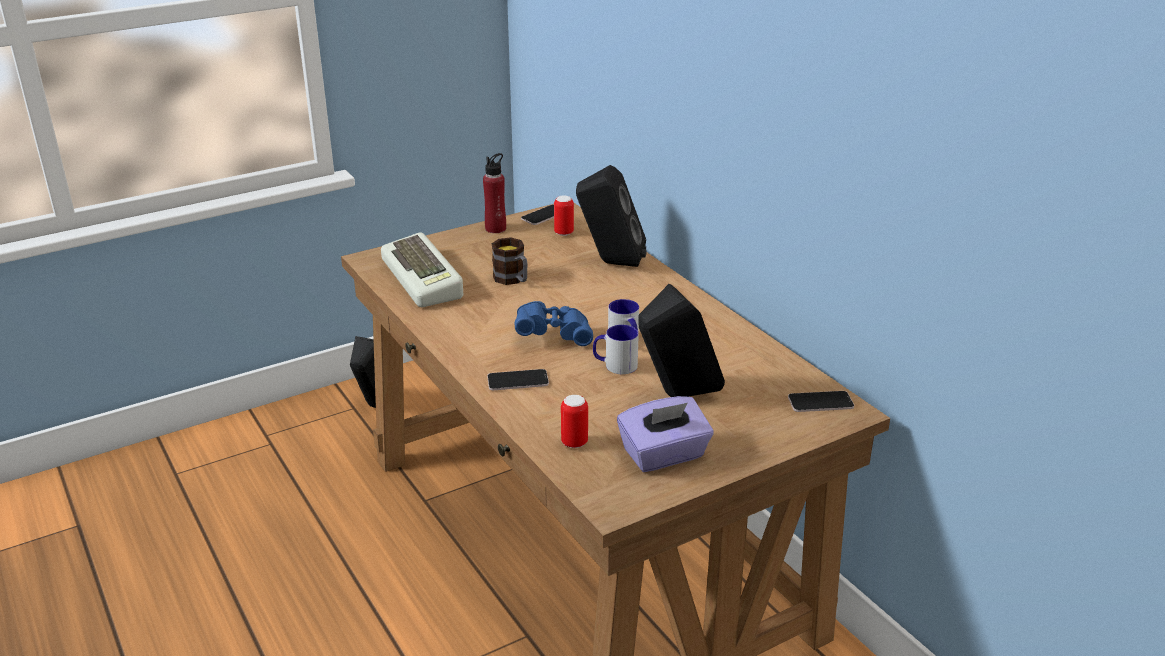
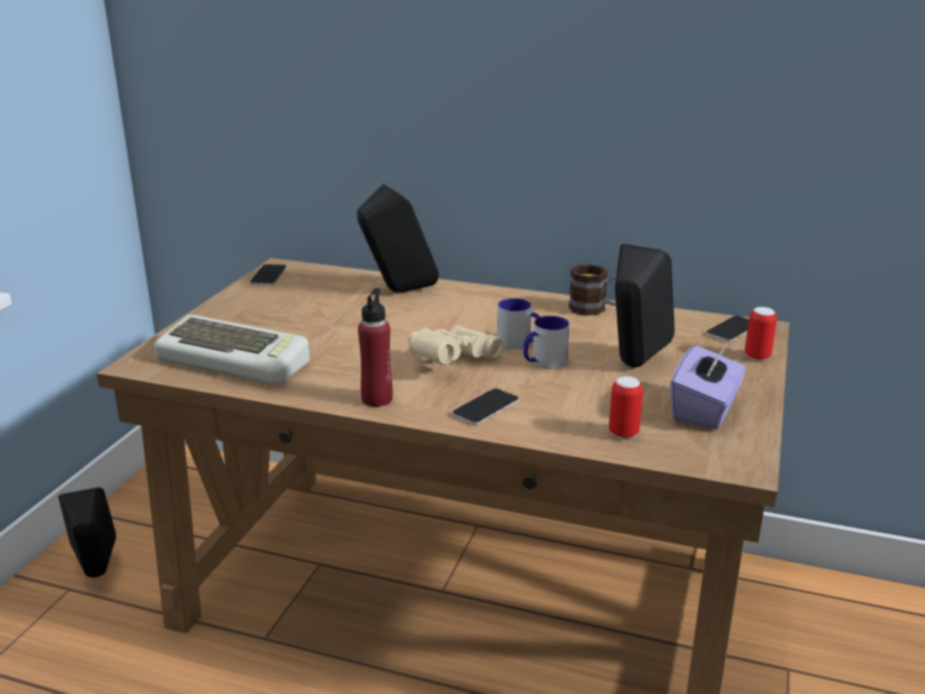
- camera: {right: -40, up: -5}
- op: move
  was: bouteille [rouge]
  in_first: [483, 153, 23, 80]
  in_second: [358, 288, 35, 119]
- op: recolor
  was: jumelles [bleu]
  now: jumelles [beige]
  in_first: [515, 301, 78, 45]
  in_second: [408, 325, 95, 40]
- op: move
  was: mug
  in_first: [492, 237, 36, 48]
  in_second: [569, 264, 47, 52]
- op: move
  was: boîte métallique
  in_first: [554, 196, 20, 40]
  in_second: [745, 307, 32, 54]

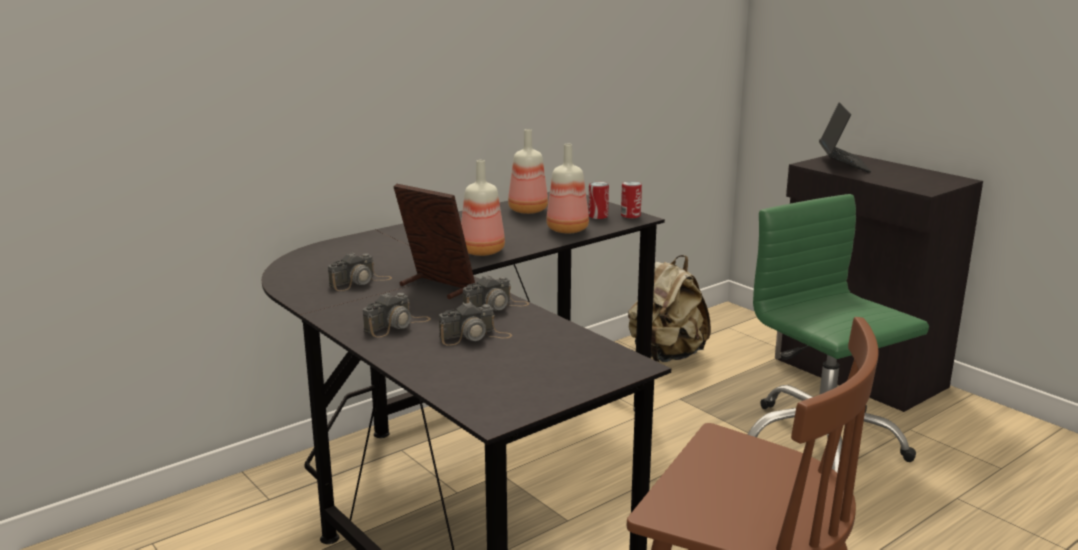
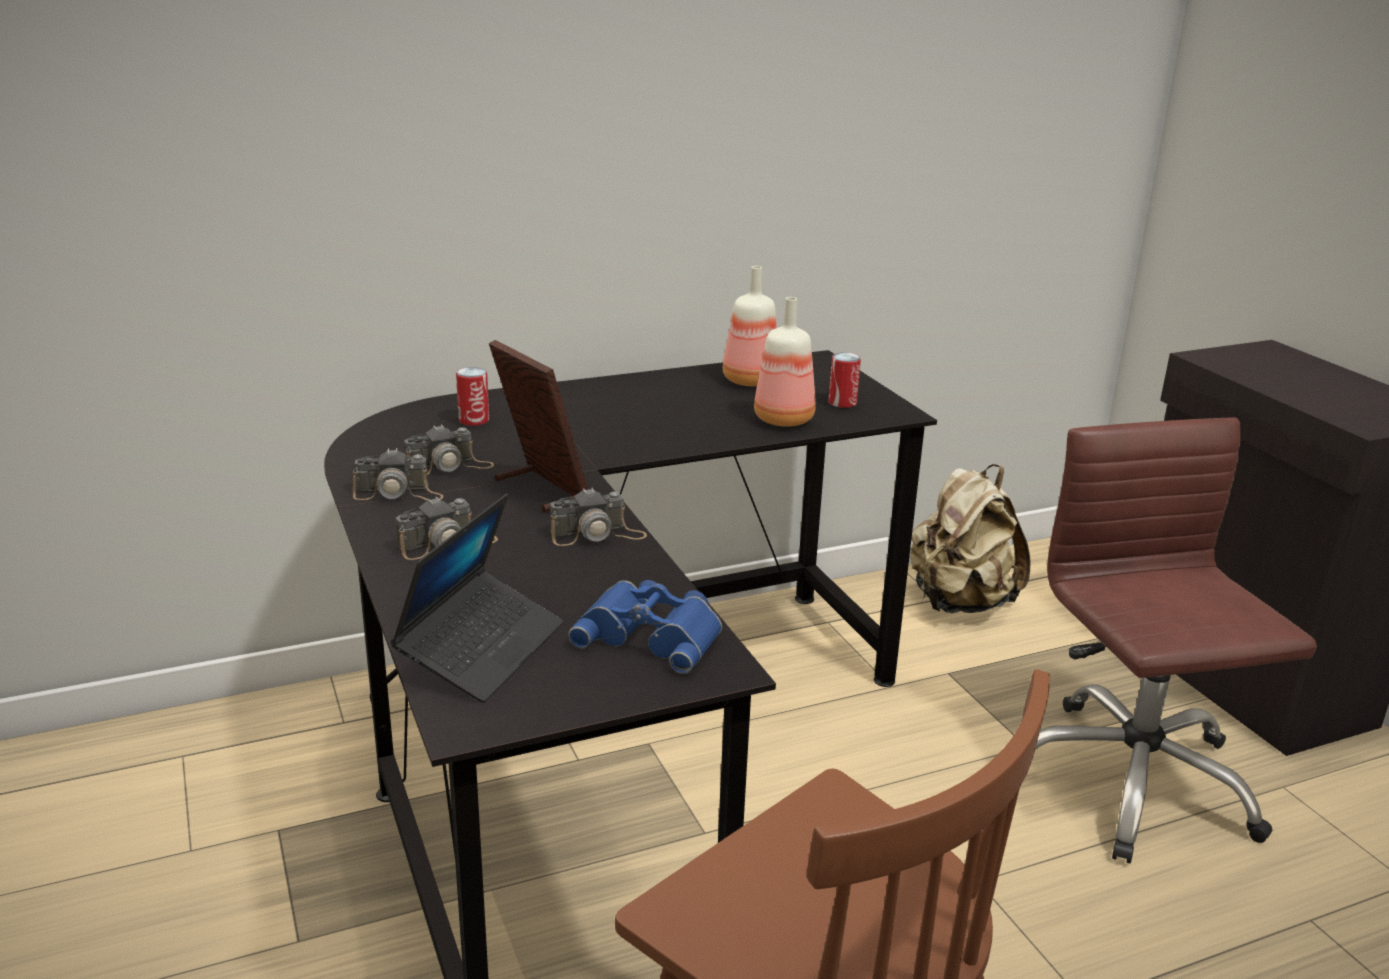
- camera: {right: 15, up: 5}
- op: move
  was: appareil photo
  in_first: [439, 302, 73, 43]
  in_second: [353, 448, 90, 52]
- op: move
  was: ordinateur portable
  in_first: [819, 102, 52, 71]
  in_second: [390, 494, 173, 209]
- op: move
  was: boîte métallique
  in_first: [621, 181, 21, 37]
  in_second: [456, 367, 33, 59]
- op: insert
  now: jumelles [bleu]
  in_second: [568, 580, 154, 94]
- op: recolor
  was: chaise de bureau [vert]
  now: chaise de bureau [marron]
  in_first: [748, 194, 181, 279]
  in_second: [1035, 418, 282, 446]
- op: delete
  was: bouteille
  in_first: [461, 160, 44, 96]

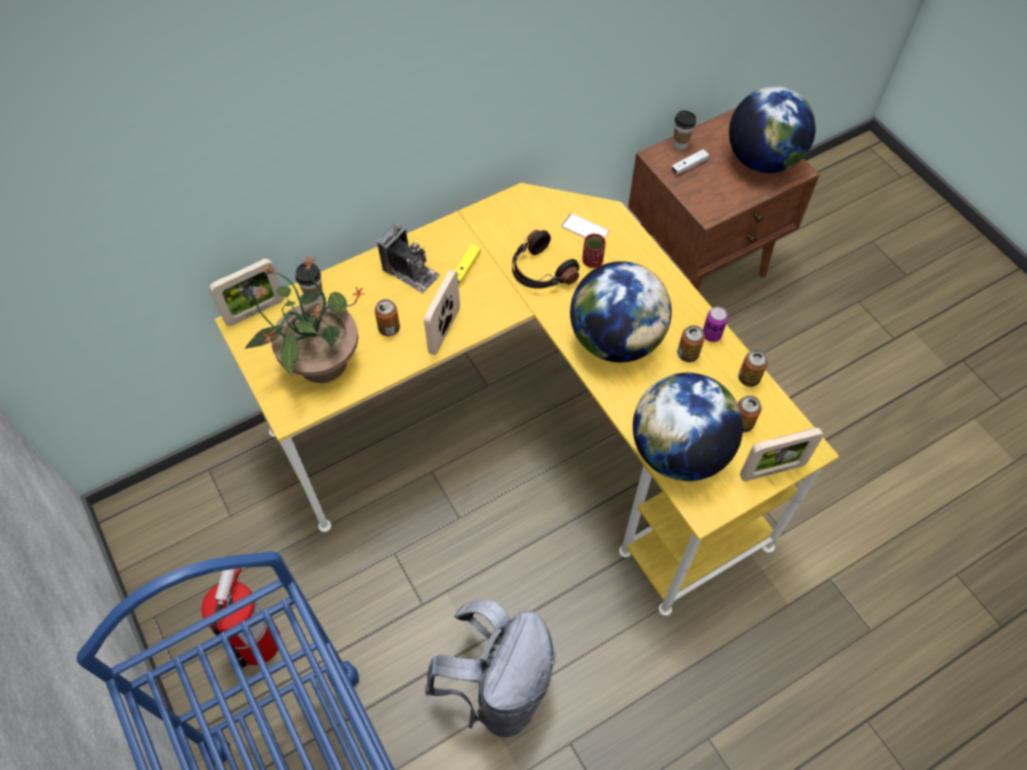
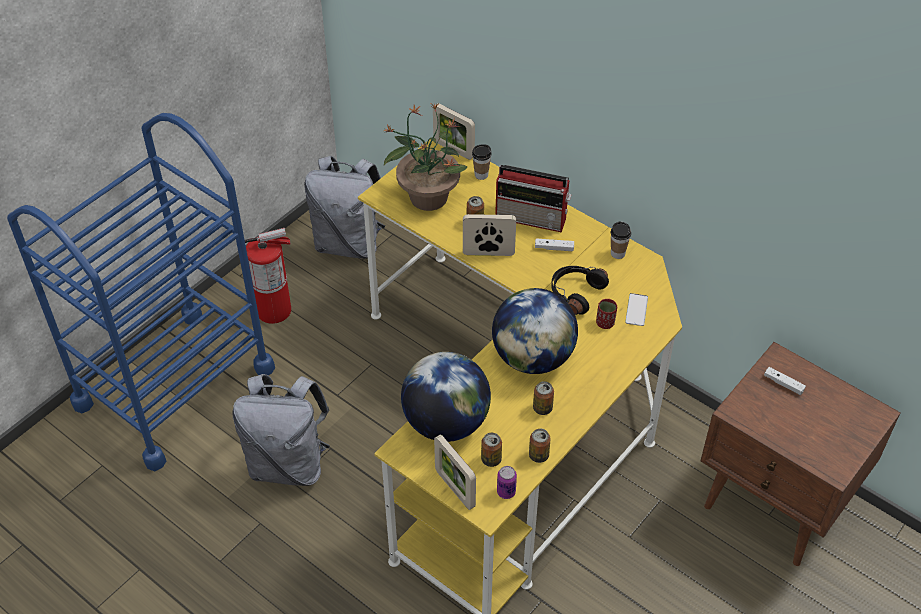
- camera: {right: 70, up: -10}
- op: insert
  now: sac à dos [gris]
  in_second: [304, 156, 81, 103]
- op: replace
  was: appareil photo
  now: radio
  in_first: [377, 224, 63, 70]
  in_second: [495, 165, 76, 68]
- op: move
  was: boîte métallique
  in_first: [703, 307, 25, 35]
  in_second: [497, 466, 20, 33]
- op: recolor
  was: manette [jaune]
  now: manette [blanc]
  in_first: [455, 245, 26, 39]
  in_second: [535, 238, 39, 13]
- op: move
  was: tasse
  in_first: [673, 110, 23, 40]
  in_second: [610, 222, 21, 37]
- op: delete
  was: globe
  in_first: [729, 86, 87, 87]

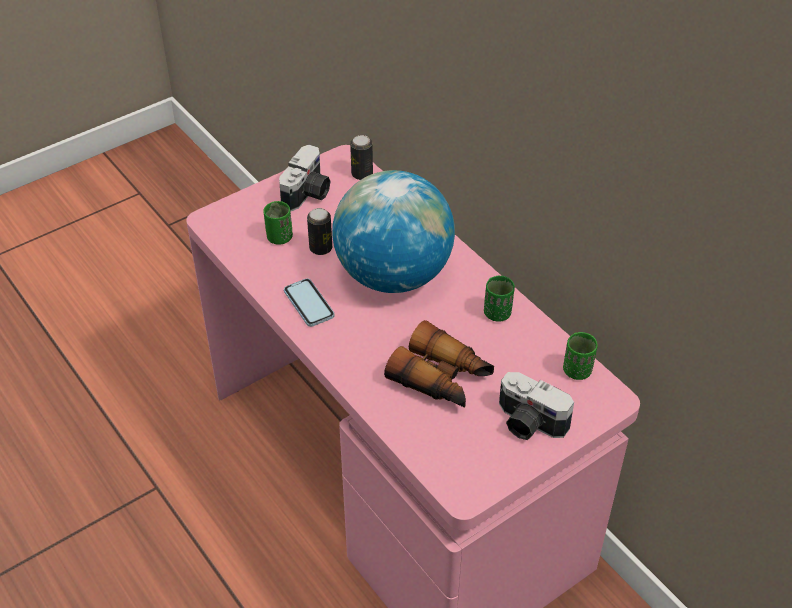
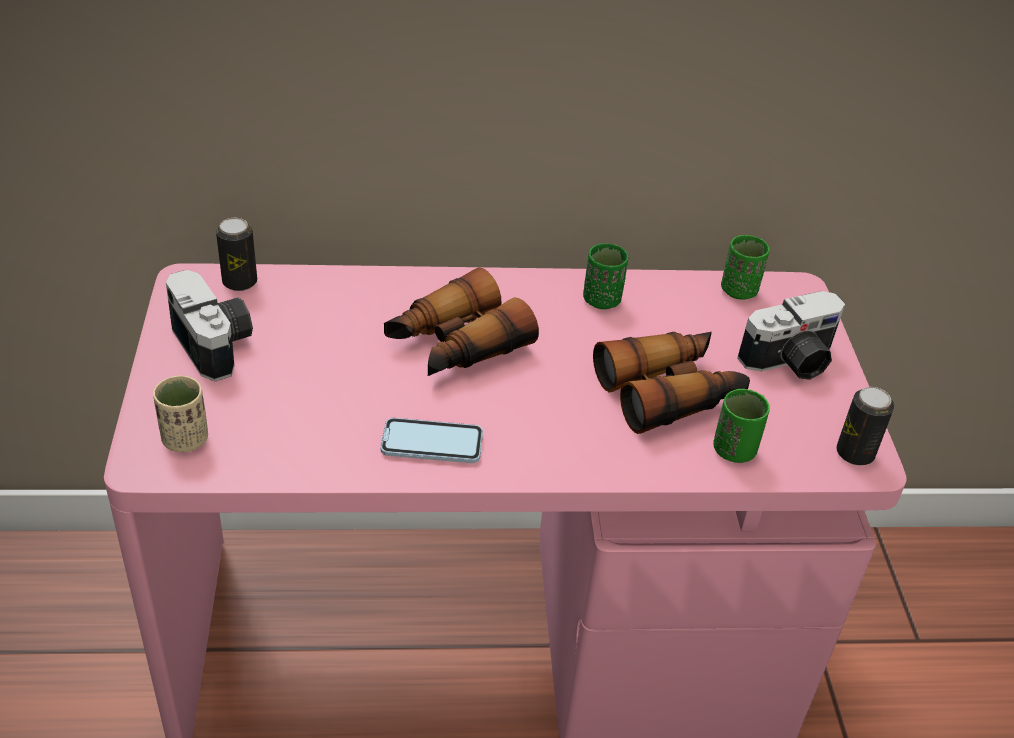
- camera: {right: -60, up: -5}
- op: insert
  now: tasse [beige]
  in_second: [153, 376, 55, 76]
- op: replace
  was: globe
  now: jumelles
  in_first: [332, 170, 123, 123]
  in_second: [384, 267, 155, 109]
- op: move
  was: tasse [vert]
  in_first: [263, 201, 30, 44]
  in_second: [713, 389, 57, 74]
- op: move
  was: boîte métallique
  in_first: [307, 208, 25, 47]
  in_second: [836, 387, 58, 78]

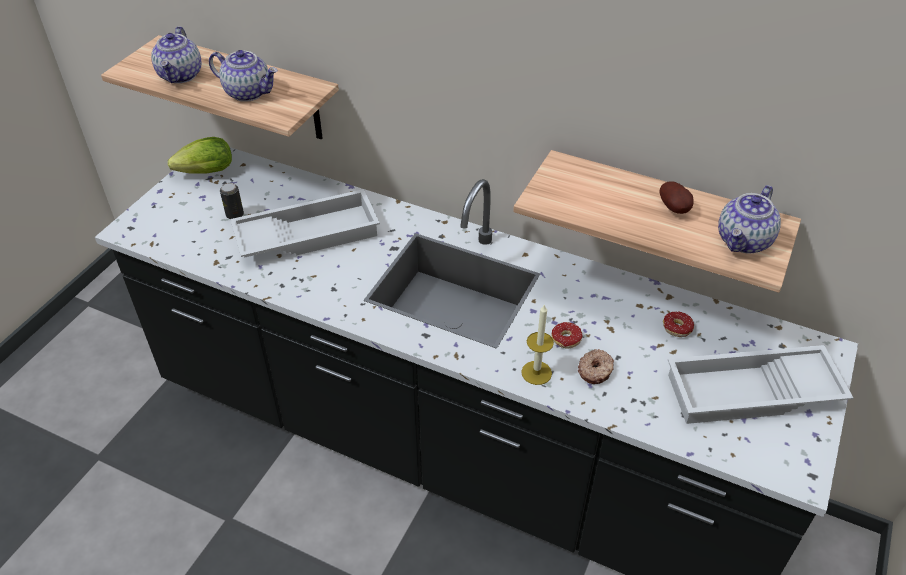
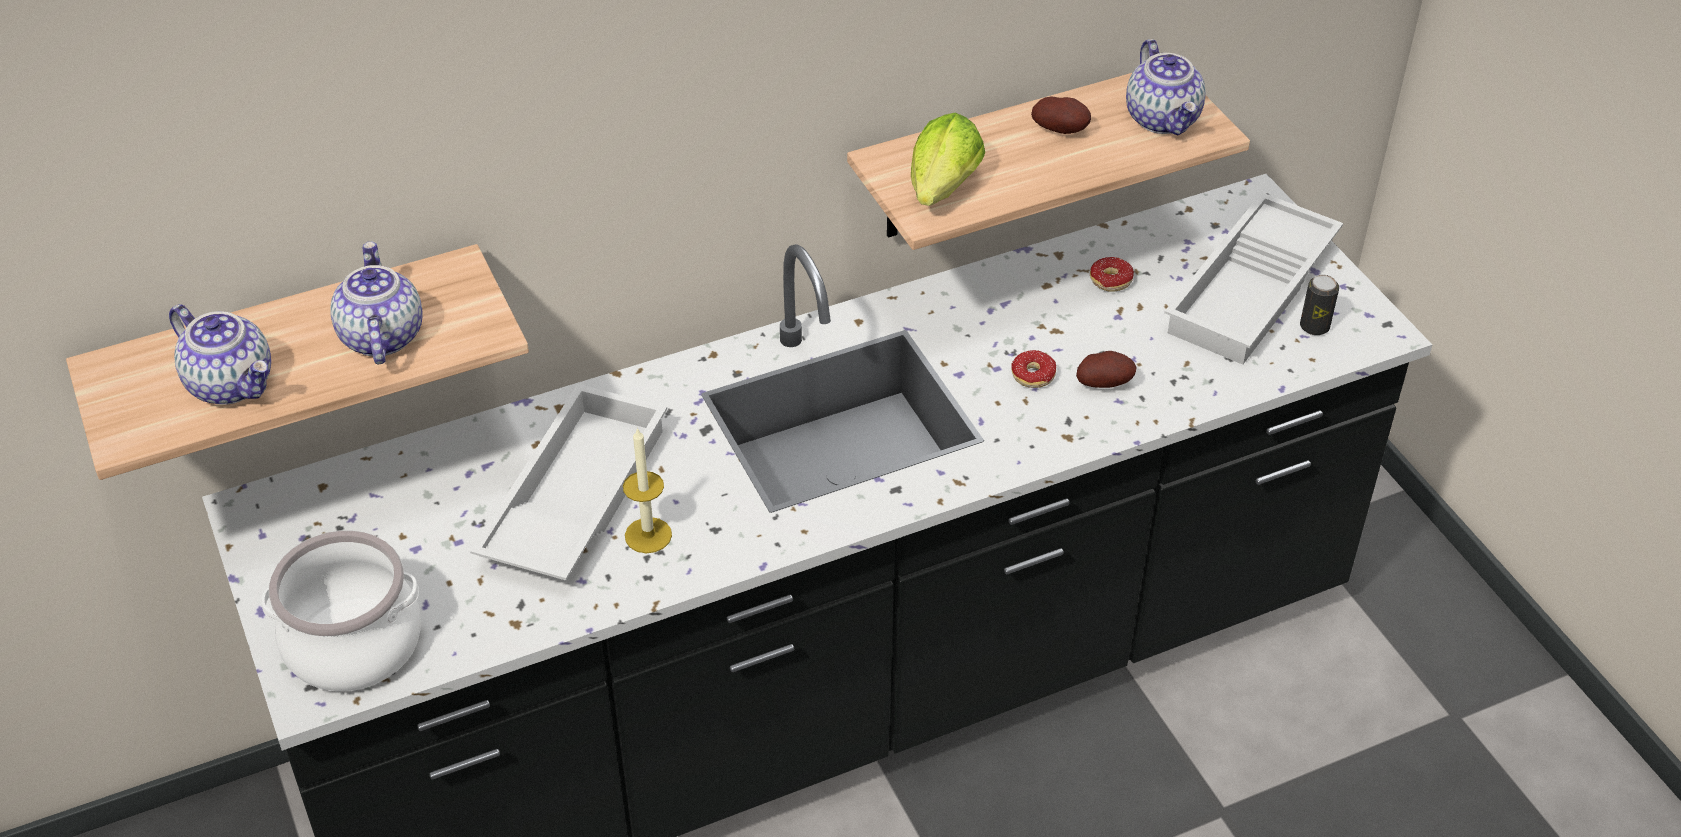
- camera: {right: -50, up: 0}
- op: insert
  now: marmite
  in_second: [261, 530, 160, 161]
- op: rotate
  was: théière
  in_first: [209, 50, 69, 52]
  in_second: [330, 242, 93, 122]
  clockwise: -75
- op: move
  was: bougie
  in_first: [521, 304, 33, 81]
  in_second: [623, 427, 49, 126]
- op: move
  was: laitue
  in_first: [168, 137, 64, 37]
  in_second: [911, 113, 74, 93]
- op: replace
  was: beignet
  now: pomme de terre
  in_first: [578, 349, 36, 35]
  in_second: [1076, 351, 60, 37]
- op: move
  was: boîte métallique
  in_first: [220, 183, 24, 36]
  in_second: [1300, 275, 39, 60]

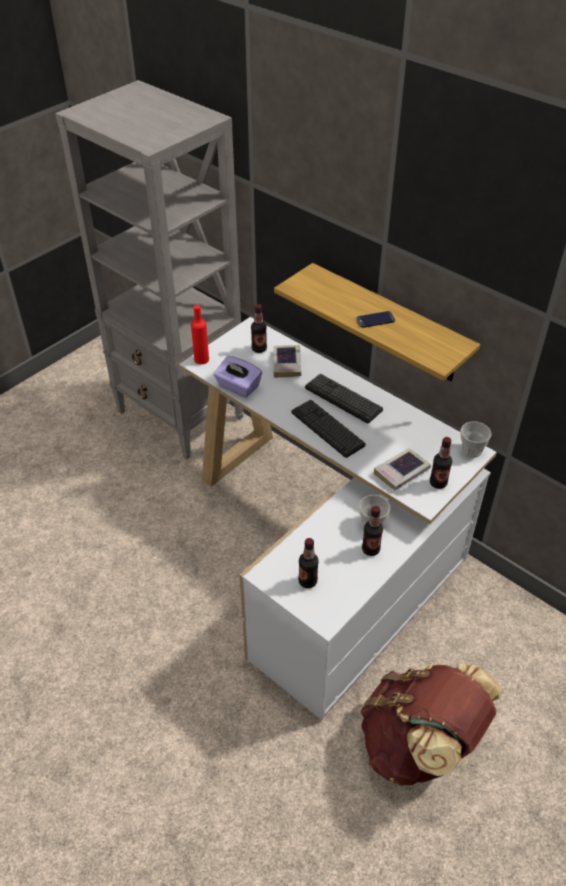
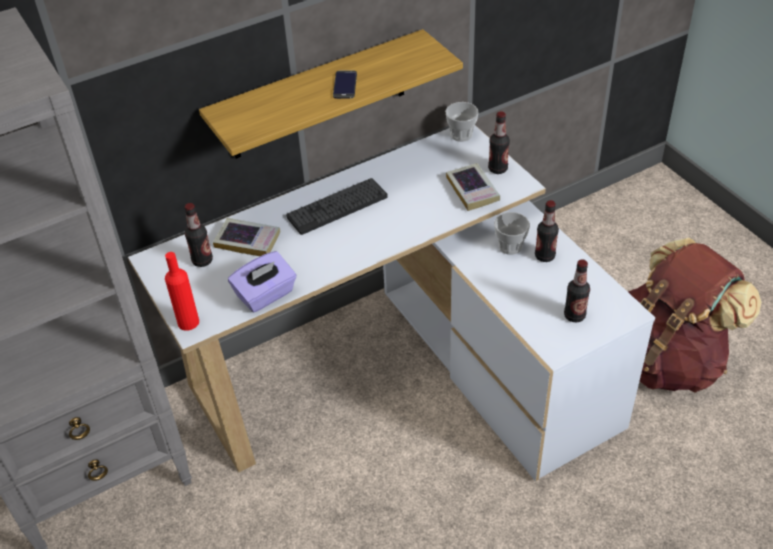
- camera: {right: -70, up: 0}
- op: delete
  was: clavier
  in_first: [292, 400, 74, 58]

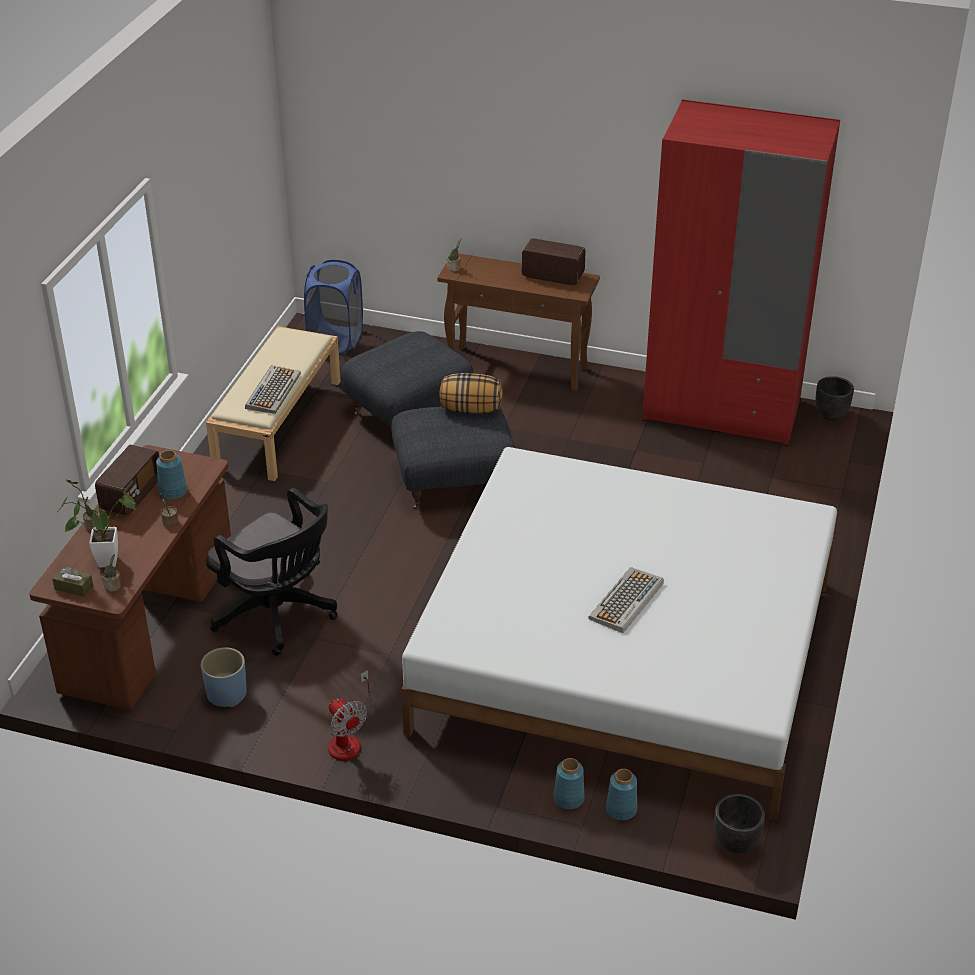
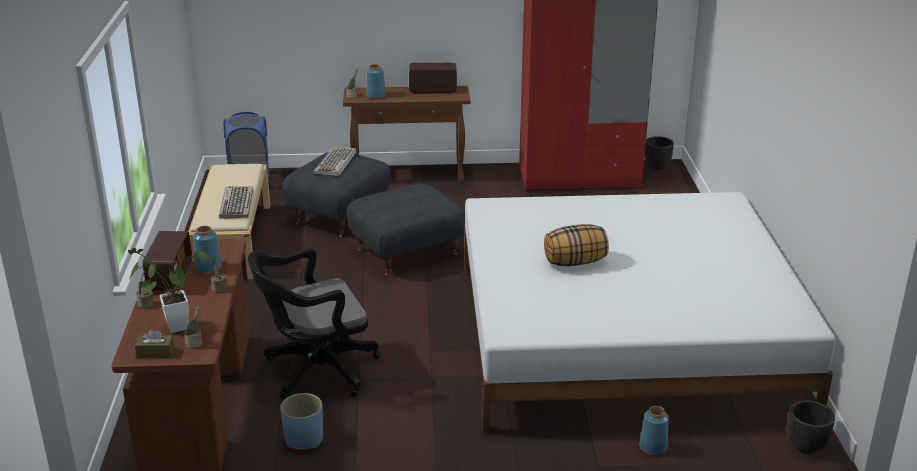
- camera: {right: -20, up: -10}
- op: rotate
  was: chaise de bureau [noir]
  in_first: [206, 488, 131, 168]
  in_second: [248, 248, 133, 151]
  clockwise: 135
- op: move
  was: clavier
  in_first: [588, 567, 76, 66]
  in_second: [313, 147, 43, 29]
- op: move
  was: vase [bleu]
  in_first: [606, 769, 31, 51]
  in_second: [366, 64, 20, 35]
- op: move
  was: coussin
  in_first: [440, 373, 63, 41]
  in_second: [544, 224, 65, 42]
- op: delete
  was: ventilateur
  in_first: [328, 670, 45, 91]

